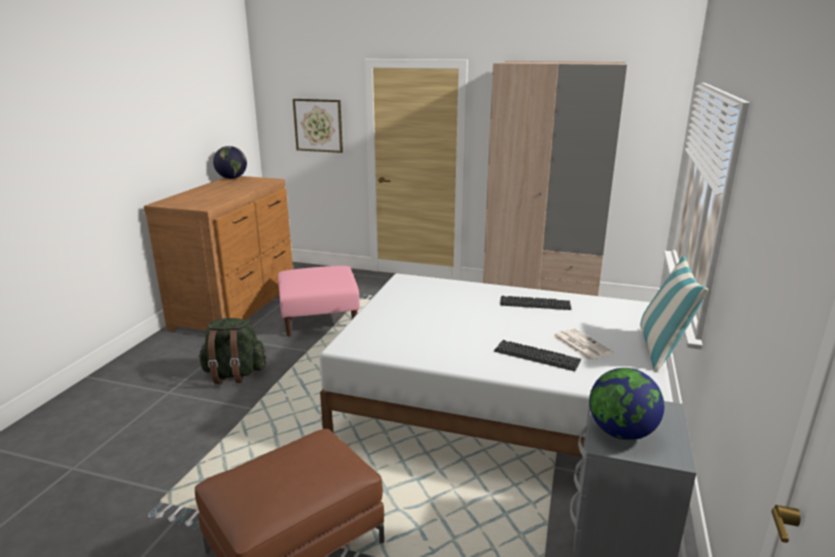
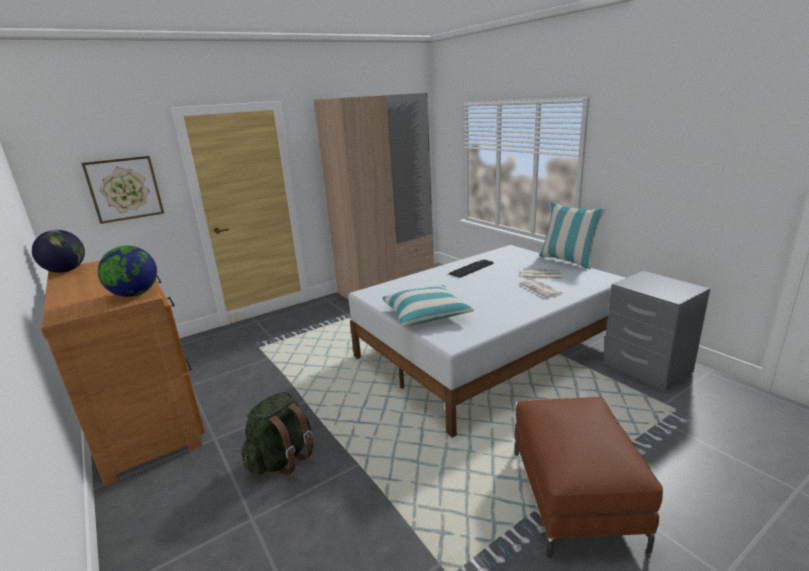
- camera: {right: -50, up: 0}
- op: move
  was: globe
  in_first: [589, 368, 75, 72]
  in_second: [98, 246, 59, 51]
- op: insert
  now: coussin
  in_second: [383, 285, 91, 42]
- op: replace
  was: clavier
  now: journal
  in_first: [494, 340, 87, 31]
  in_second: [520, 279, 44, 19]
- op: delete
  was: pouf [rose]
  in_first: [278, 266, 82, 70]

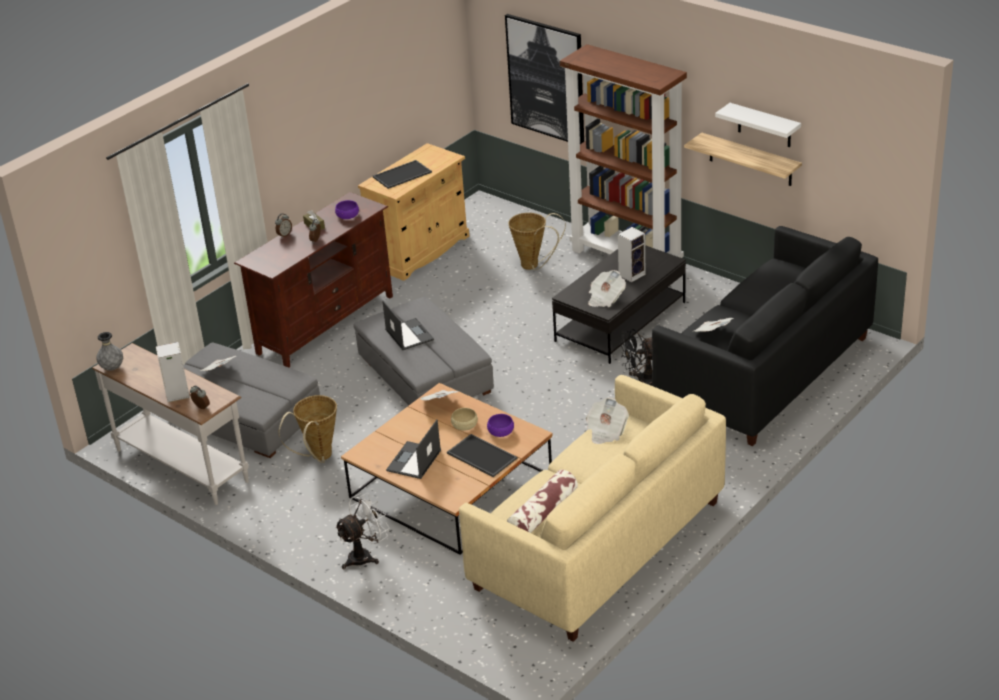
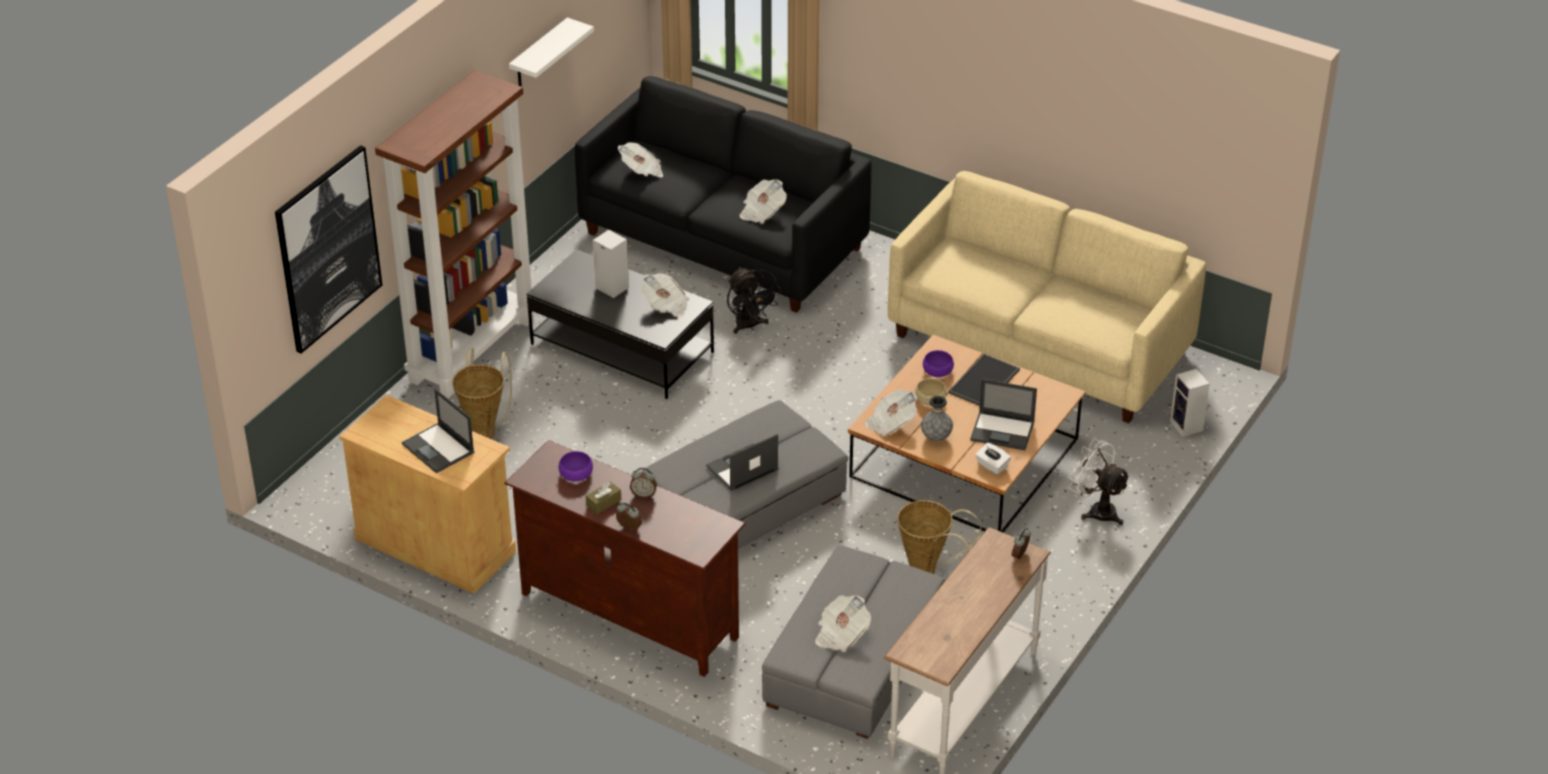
- camera: {right: -100, up: 5}
- op: replace
  was: plateau
  now: ordinateur portable
  in_first: [373, 160, 59, 29]
  in_second: [402, 388, 72, 85]
- op: move
  was: journal
  in_first: [586, 398, 43, 46]
  in_second: [618, 143, 45, 34]
- op: move
  was: vase [gris]
  in_first: [96, 332, 27, 39]
  in_second: [921, 396, 32, 45]
- op: insert
  now: boîte à mouchoirs [blanc]
  in_second: [976, 443, 35, 32]
- op: move
  was: enceinte
  in_first: [156, 342, 34, 60]
  in_second: [1170, 369, 40, 68]
- op: delete
  was: coussin
  in_first: [507, 470, 71, 63]
- op: delete
  was: étagère
  in_first: [684, 133, 118, 53]

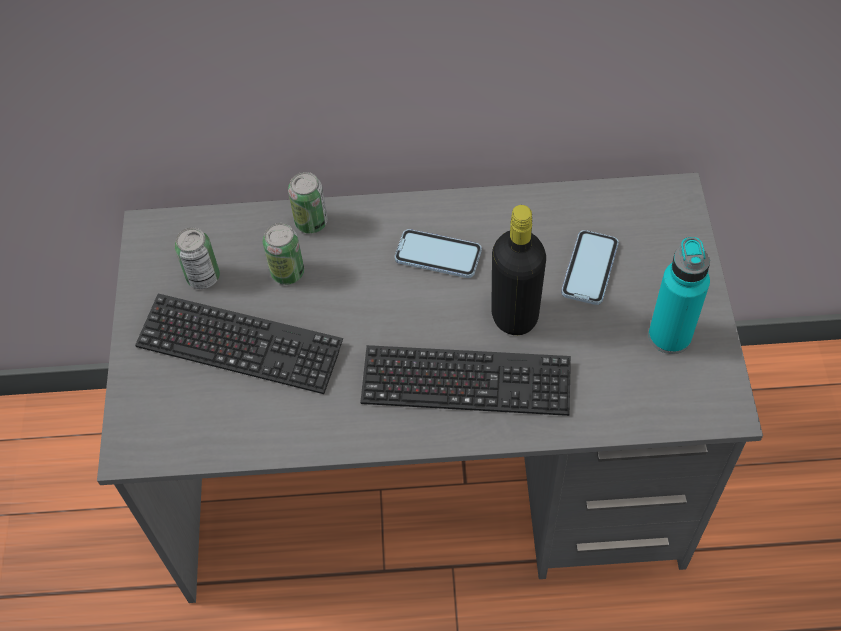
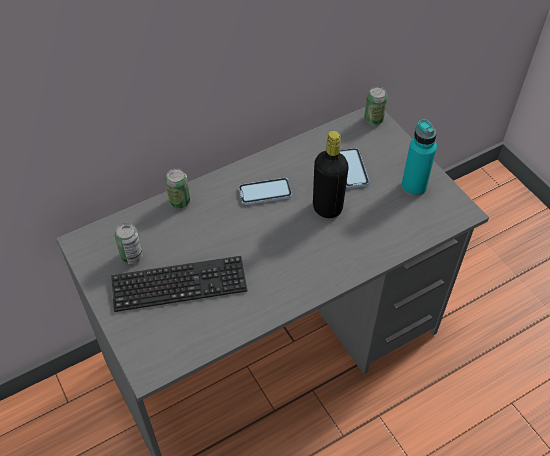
- camera: {right: -30, up: -5}
- op: move
  was: boîte métallique
  in_first: [263, 223, 41, 62]
  in_second: [364, 87, 23, 38]
- op: delete
  was: clavier
  in_first: [360, 345, 211, 71]

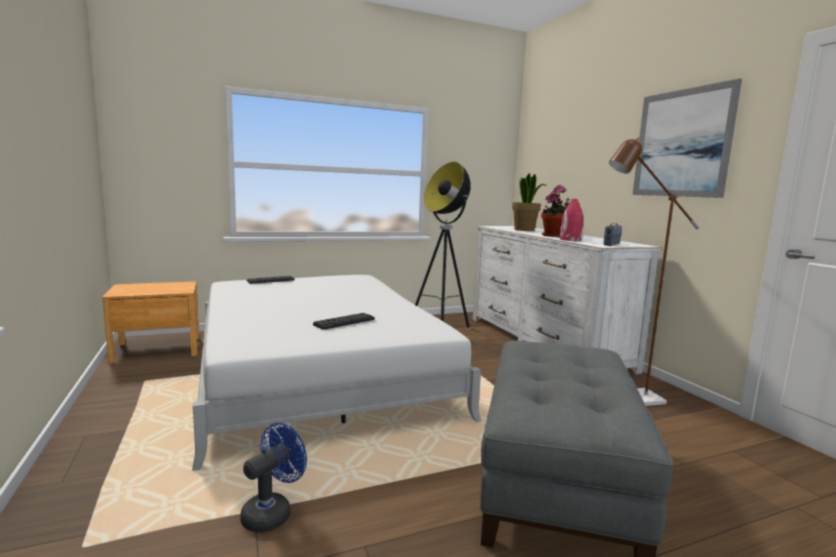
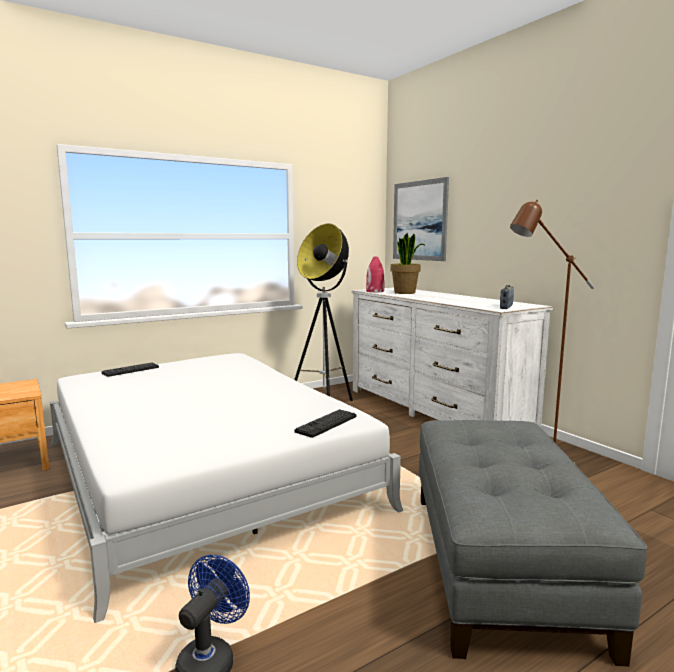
- camera: {right: -10, up: 0}
- op: move
  was: clavier
  in_first: [313, 313, 62, 17]
  in_second: [295, 409, 62, 29]
- op: move
  was: vase [rouge]
  in_first: [560, 199, 23, 42]
  in_second: [366, 256, 18, 36]
- op: move
  was: tableau
  in_first: [633, 78, 109, 120]
  in_second: [393, 177, 56, 84]
- op: delete
  was: plante en pot
  in_first: [541, 185, 29, 52]

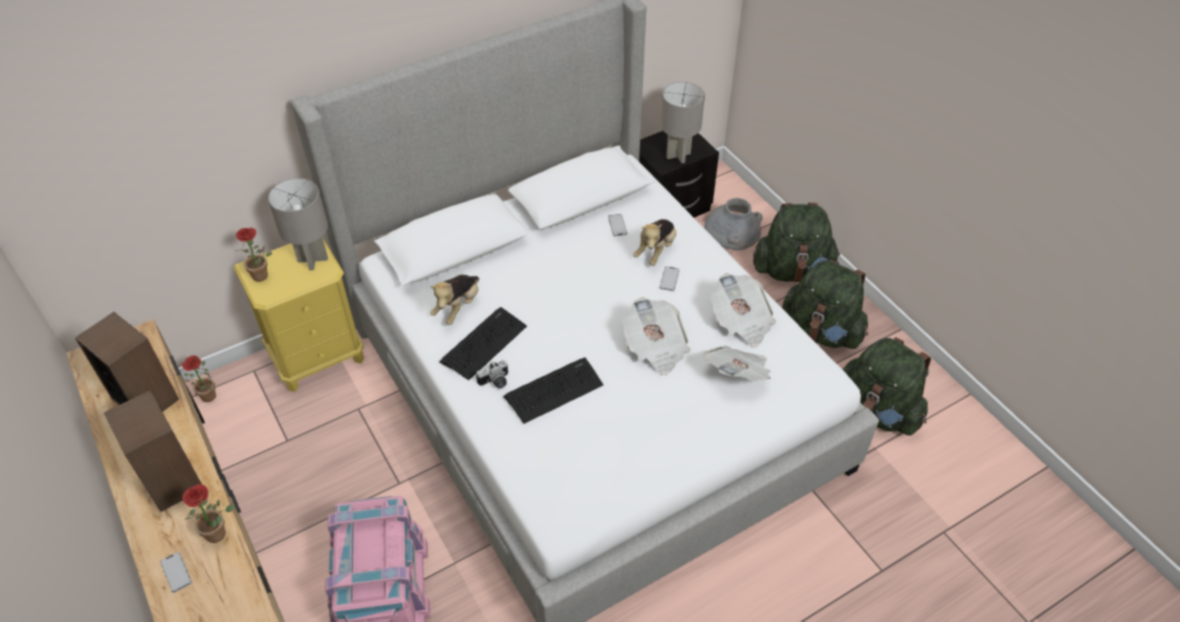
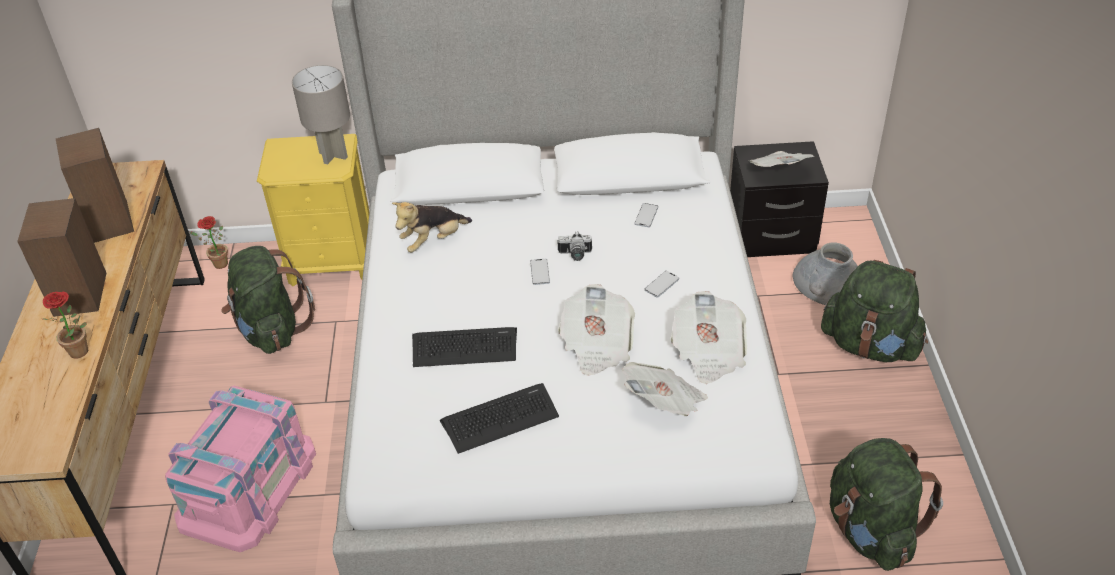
- camera: {right: 30, up: -5}
- op: move
  was: sac à dos [vert]
  in_first: [782, 260, 86, 89]
  in_second: [221, 246, 94, 108]
- op: move
  was: clavier
  in_first: [440, 307, 87, 73]
  in_second: [440, 383, 119, 71]
- op: move
  was: téléphone
  in_first: [160, 552, 32, 41]
  in_second: [530, 259, 20, 26]
- op: move
  was: appareil photo
  in_first: [476, 360, 32, 29]
  in_second: [557, 231, 35, 30]
- op: replace
  was: lampe de table [gris]
  now: journal
  in_first: [661, 82, 44, 82]
  in_second: [749, 151, 65, 16]
- op: delete
  was: plante en pot
  in_first: [236, 227, 36, 55]
- op: delete
  was: peluche
  in_first: [633, 219, 43, 47]

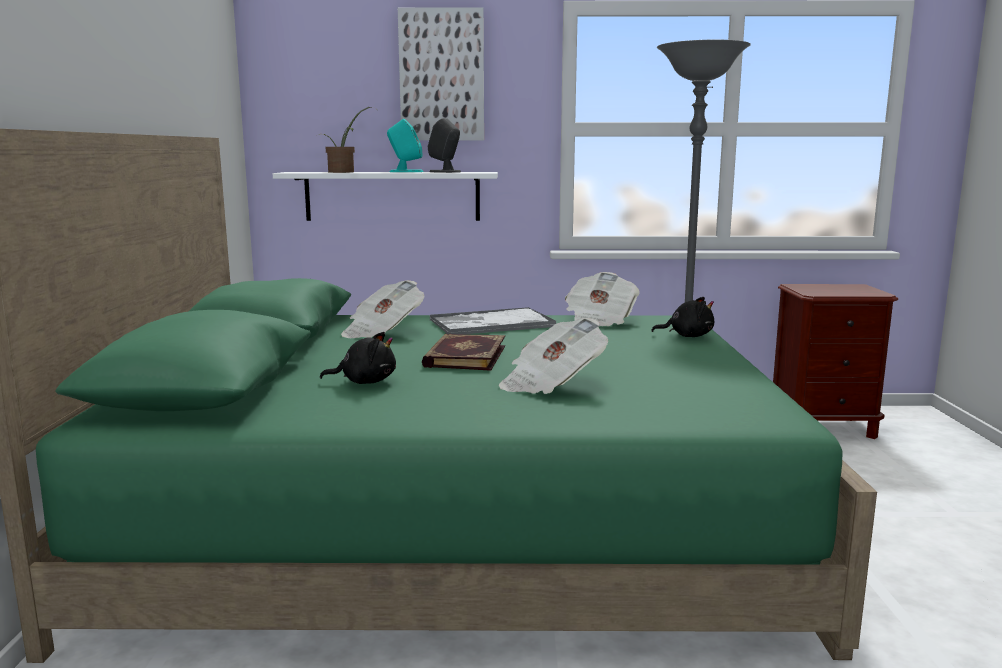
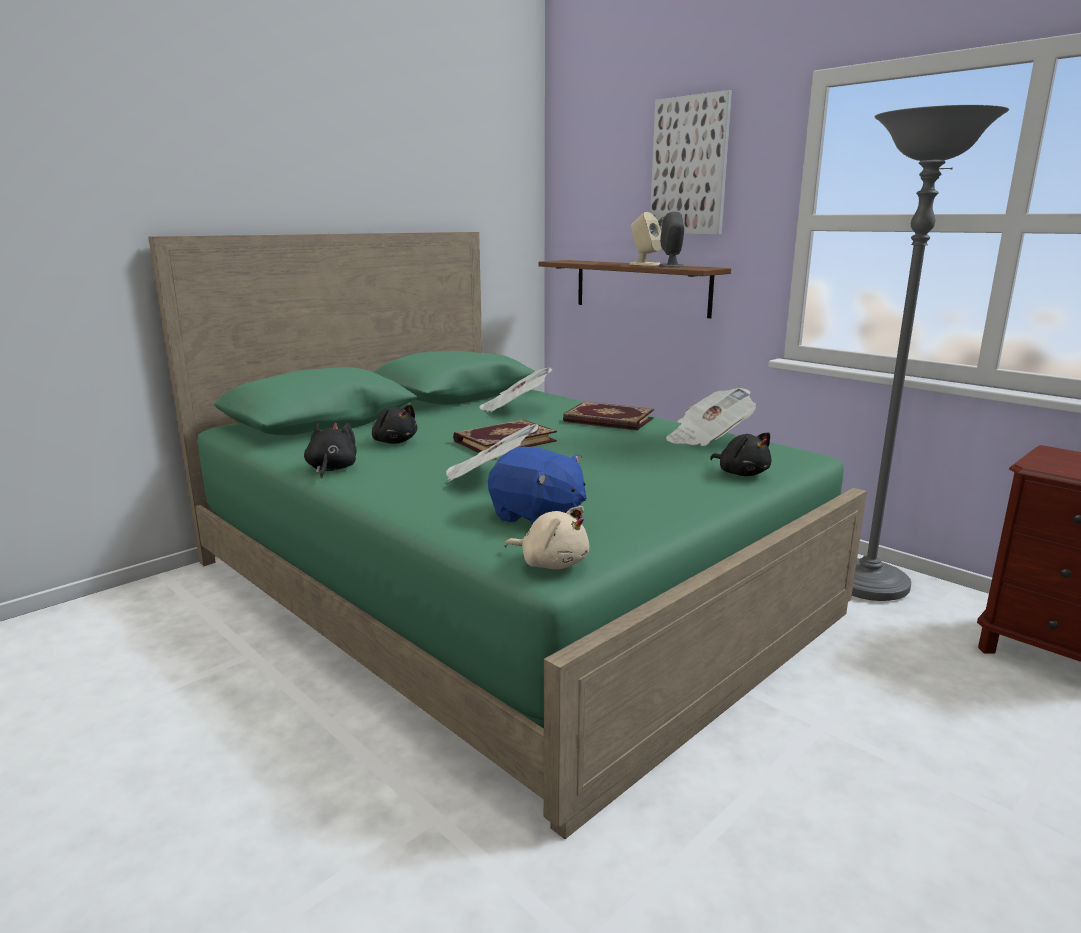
- camera: {right: 45, up: 5}
- op: insert
  now: peluche [noir]
  in_second: [304, 423, 53, 56]
- op: insert
  now: peluche [bleu]
  in_second: [488, 447, 99, 77]
- op: insert
  now: peluche [beige]
  in_second: [504, 506, 85, 63]
- op: recolor
  was: étagère [blanc]
  now: étagère [marron]
  in_first: [273, 172, 225, 49]
  in_second: [539, 260, 192, 59]
- op: replace
  was: plateau
  now: livre
  in_first: [430, 307, 126, 27]
  in_second: [563, 401, 91, 30]
- op: recolor
  was: enceinte [turquoise]
  now: enceinte [beige]
  in_first: [387, 119, 37, 53]
  in_second: [630, 212, 32, 54]
- op: delete
  was: plante en pot
  in_first: [318, 107, 58, 66]

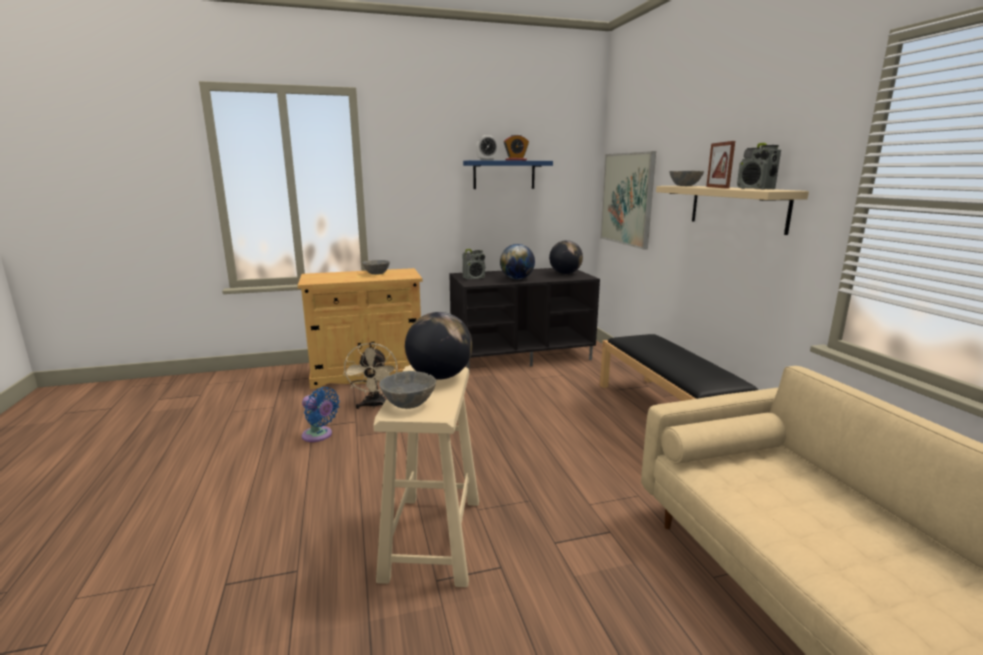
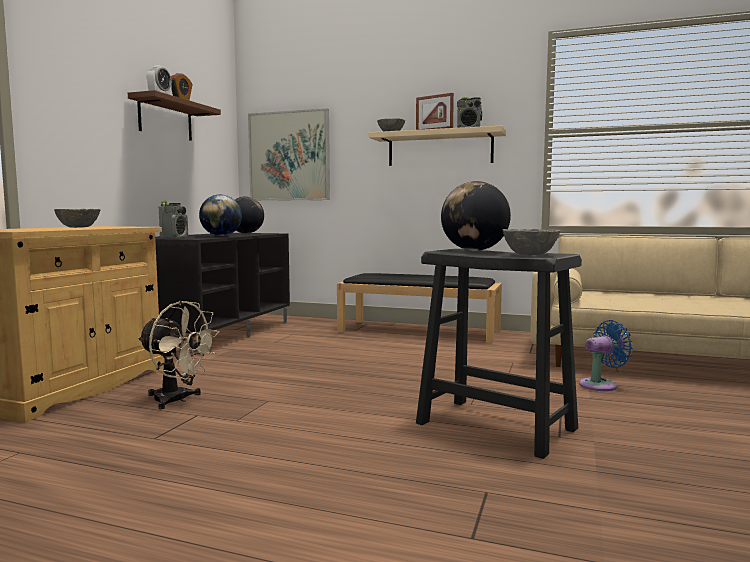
- camera: {right: -55, up: -10}
- op: recolor
  was: étagère [bleu]
  now: étagère [marron]
  in_first: [463, 160, 90, 29]
  in_second: [128, 90, 93, 51]
- op: recolor
  was: tabouret [beige]
  now: tabouret [noir]
  in_first: [373, 365, 106, 222]
  in_second: [416, 249, 166, 210]
- op: move
  was: ventilateur [bleu]
  in_first: [302, 387, 38, 55]
  in_second: [579, 320, 54, 71]

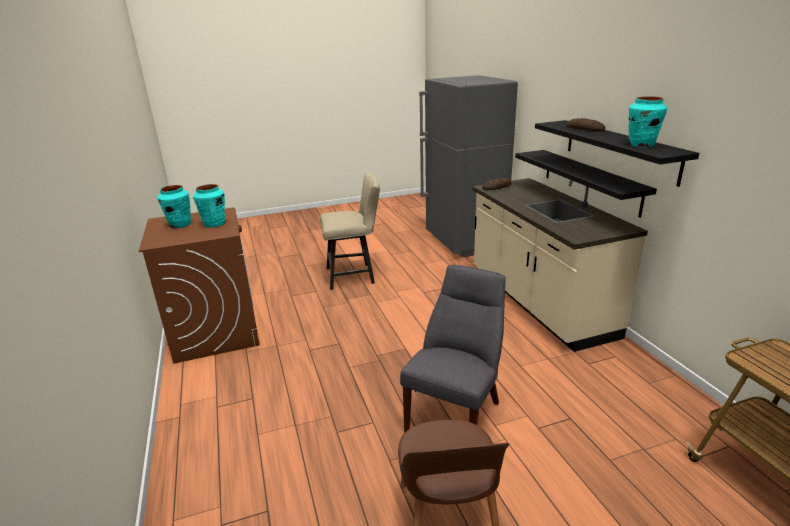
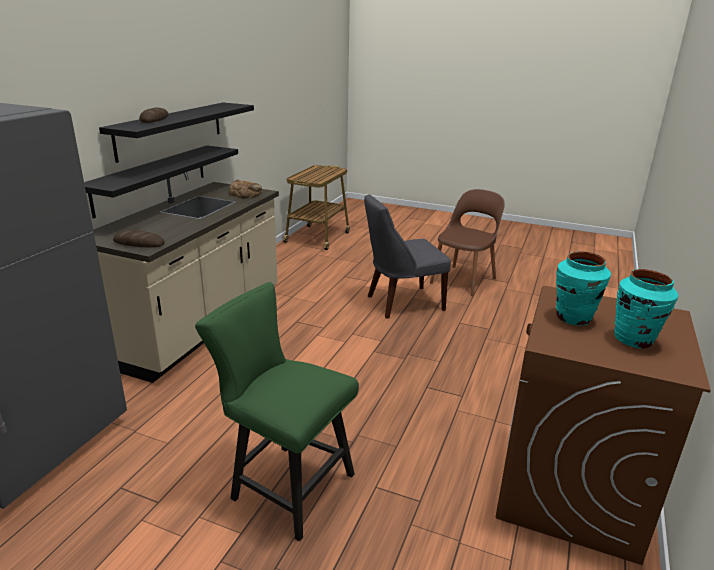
- camera: {right: -140, up: 0}
- op: recolor
  was: chaise [beige]
  now: chaise [vert]
  in_first: [320, 172, 60, 118]
  in_second: [195, 282, 164, 259]
- op: insert
  now: pain
  in_second: [229, 179, 33, 20]
- op: delete
  was: vase [turquoise]
  in_first: [629, 96, 38, 51]

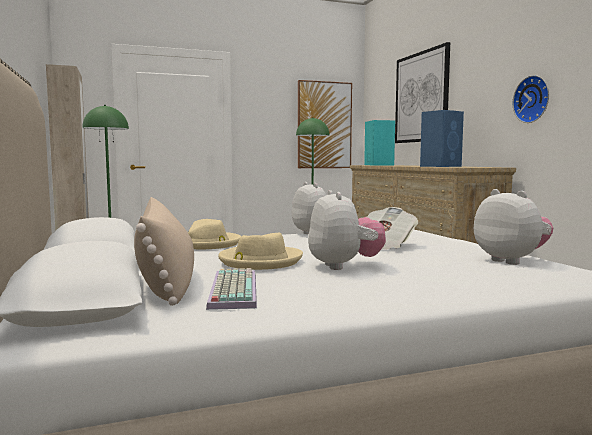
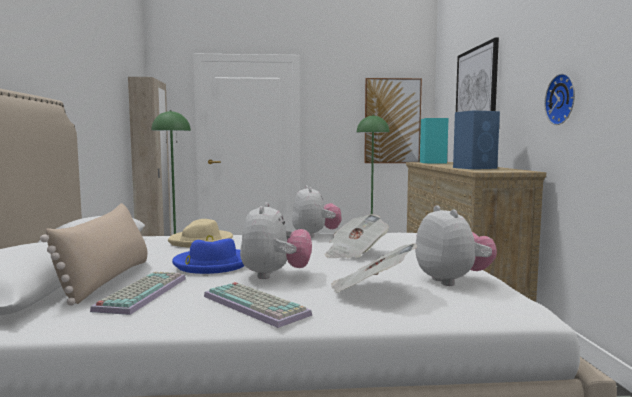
- camera: {right: 15, up: 0}
- op: recolor
  was: chapeau [beige]
  now: chapeau [bleu]
  in_first: [218, 232, 85, 38]
  in_second: [172, 239, 73, 35]
- op: insert
  now: clavier
  in_second: [204, 282, 108, 46]
- op: insert
  now: journal
  in_second: [331, 243, 86, 50]

